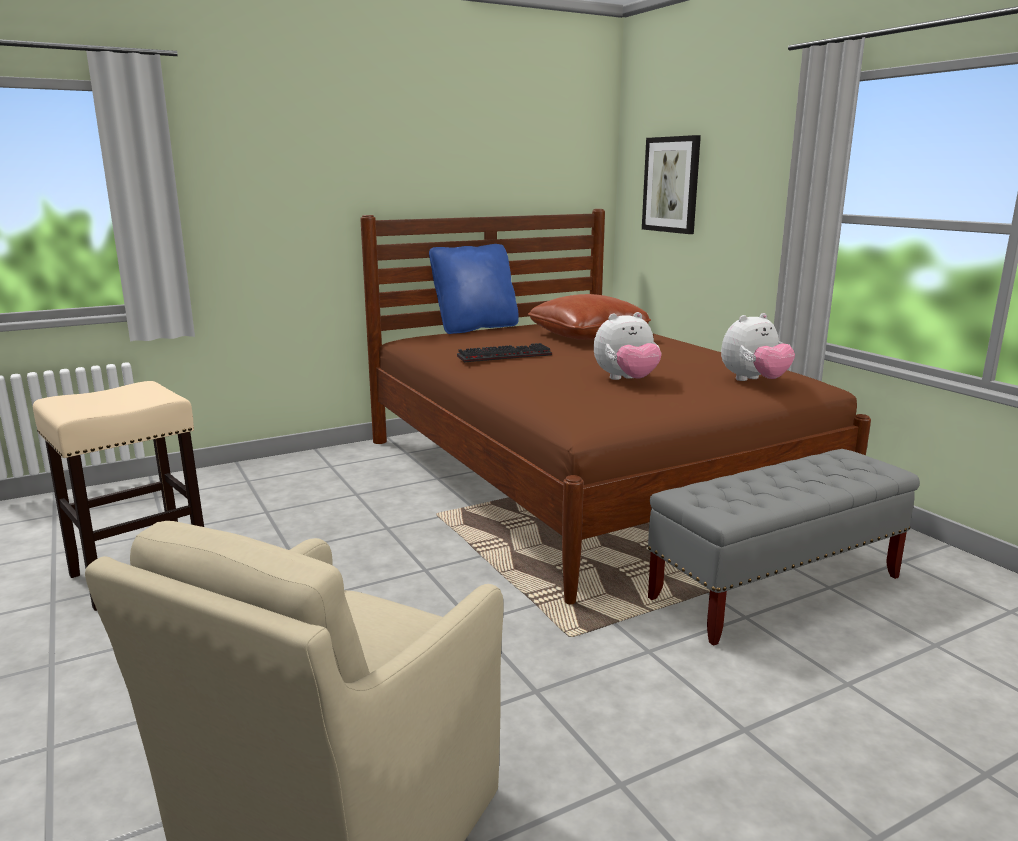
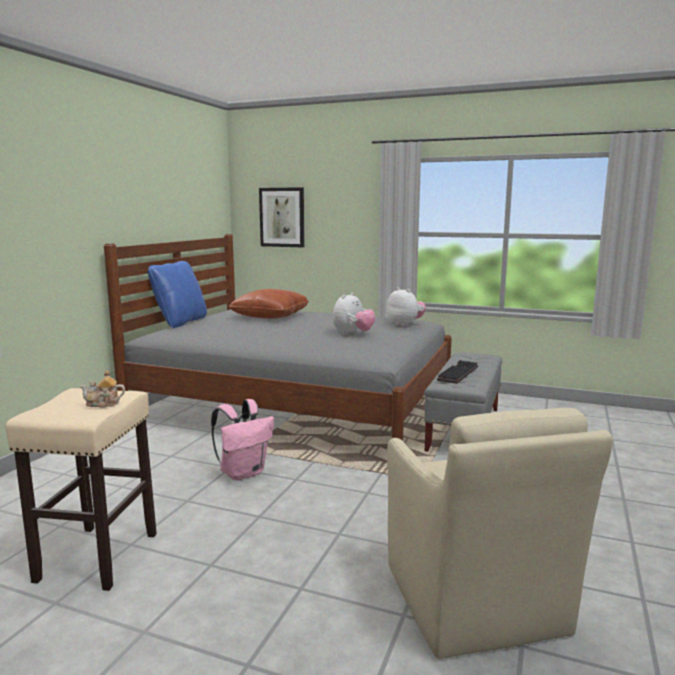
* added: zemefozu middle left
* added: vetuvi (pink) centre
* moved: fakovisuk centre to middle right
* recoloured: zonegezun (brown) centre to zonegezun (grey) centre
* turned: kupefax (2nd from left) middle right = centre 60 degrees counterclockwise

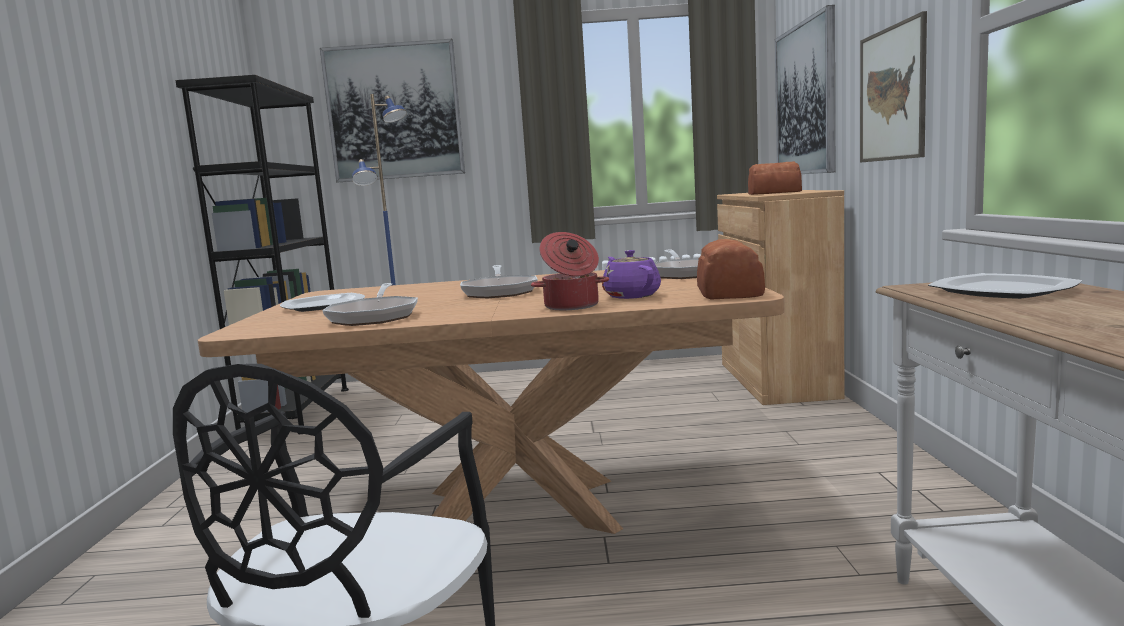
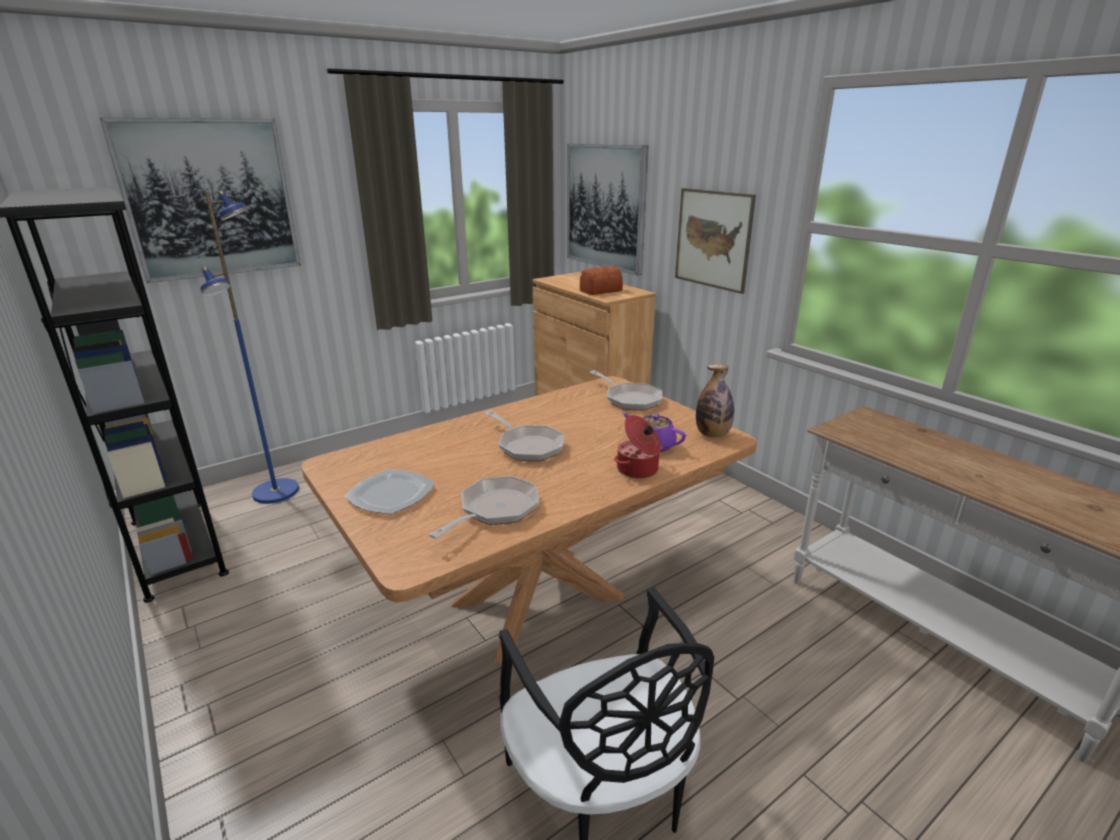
* removed: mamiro (2nd from left) middle right
* replaced: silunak (1st from left) centre to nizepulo centre
* turned: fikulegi (1st from left) middle left = centre 105 degrees counterclockwise

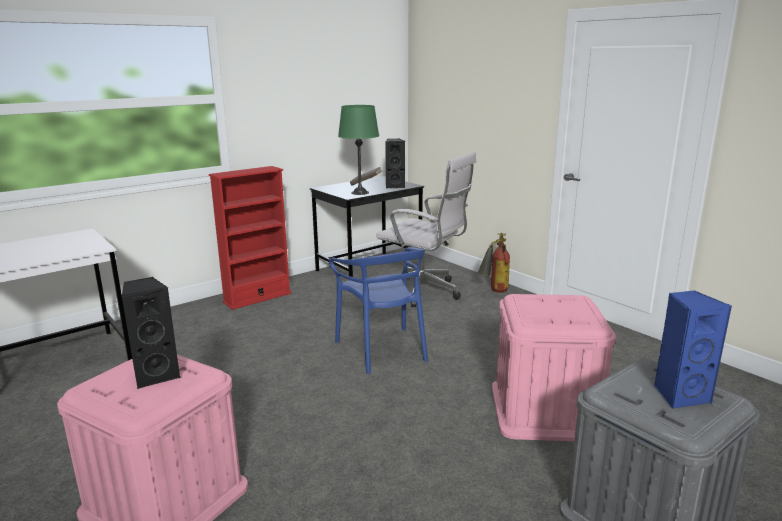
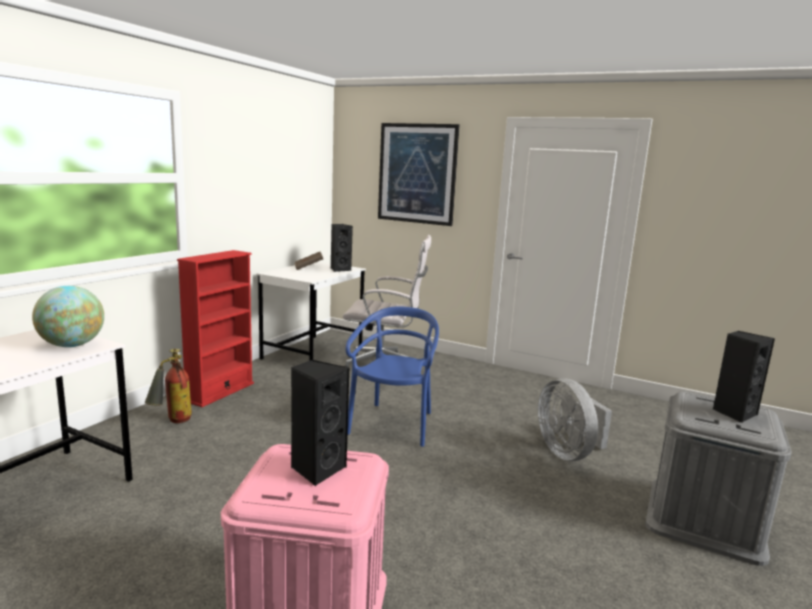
* removed: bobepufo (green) top centre
* added: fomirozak middle left
* added: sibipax top centre
* moved: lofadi centre to middle left
* replaced: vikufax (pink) (2nd from left) bottom right to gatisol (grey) bottom right
* recoloured: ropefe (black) centre to ropefe (white) (2nd from left) centre
* recoloured: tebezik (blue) bottom right to tebezik (black) (3rd from left) middle right
* turned: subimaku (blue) centre = centre 120 degrees counterclockwise

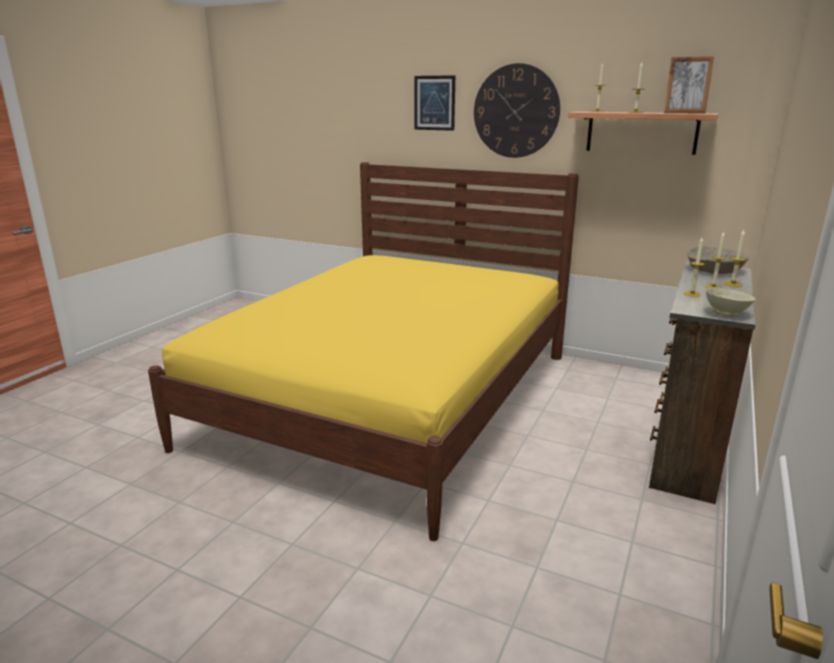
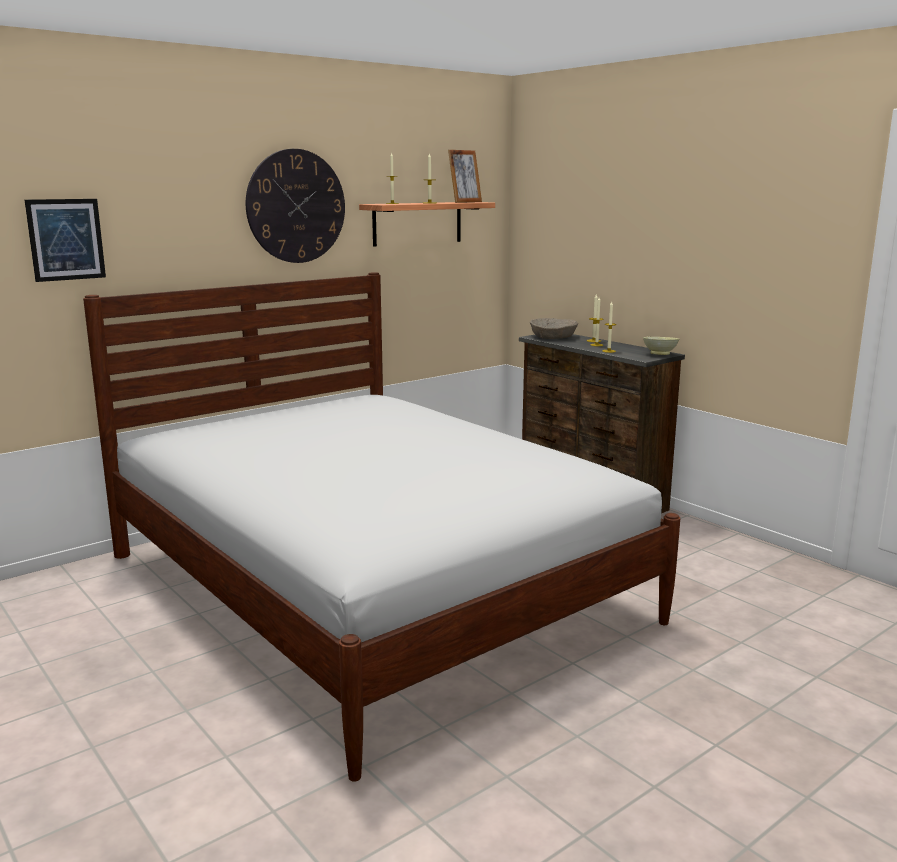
* moved: sibipax top centre to top left
* recoloured: zonegezun (yellow) centre to zonegezun (white) centre

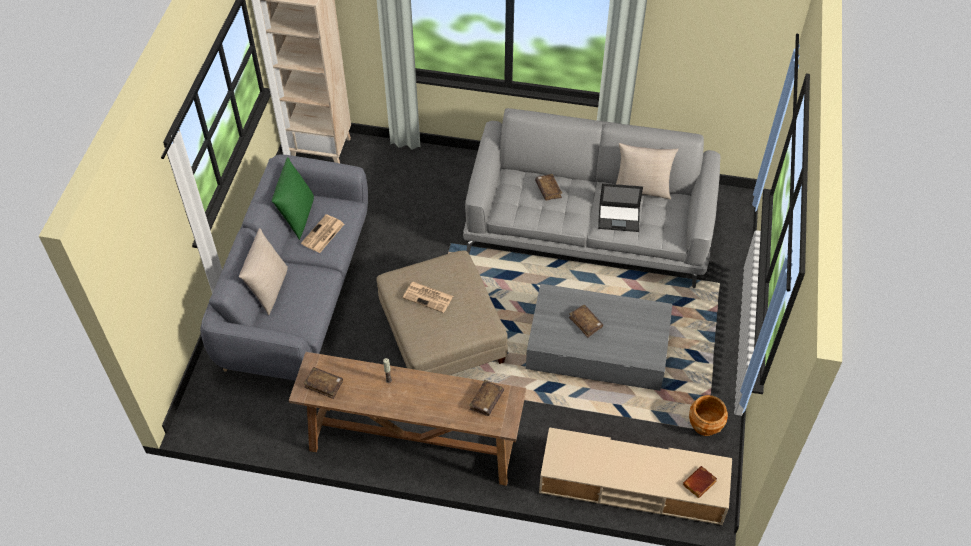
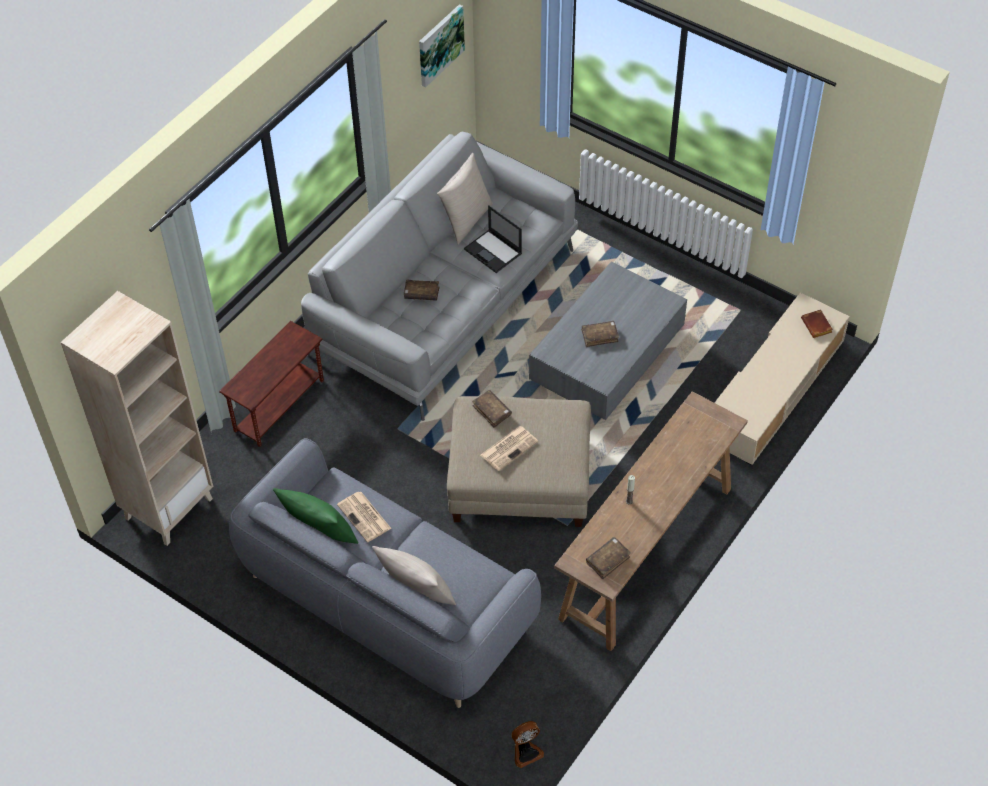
* removed: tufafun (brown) bottom right
* added: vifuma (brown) middle left
* added: sibipax top centre
* added: gatisol bottom centre
* moved: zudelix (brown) (2nd from left) bottom centre to centre
* turned: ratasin centre = top centre 105 degrees clockwise

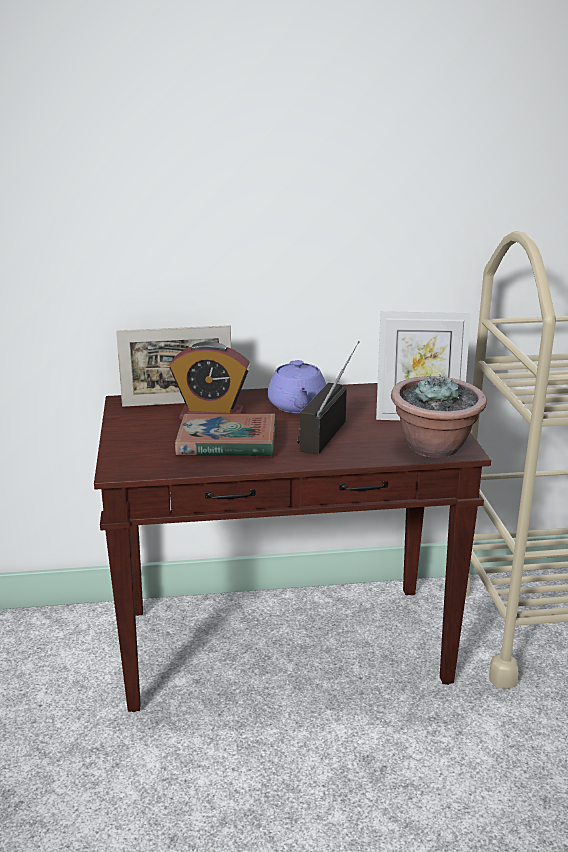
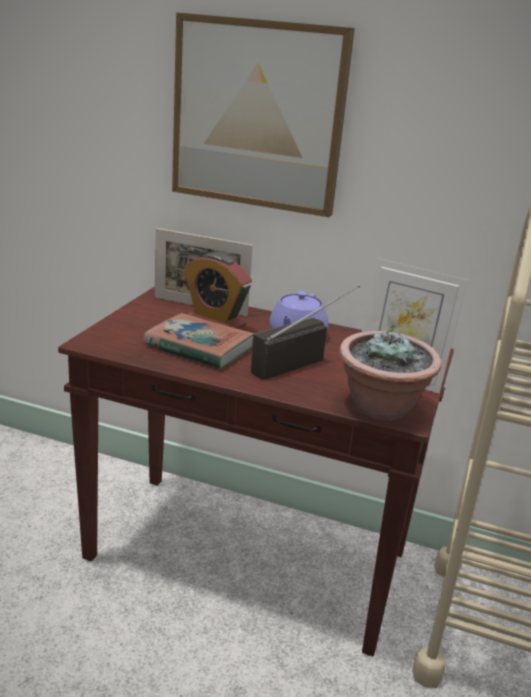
* added: sibipax top centre

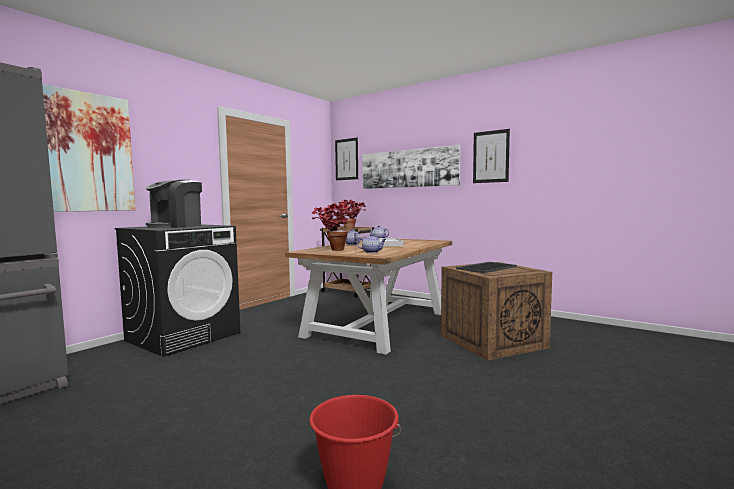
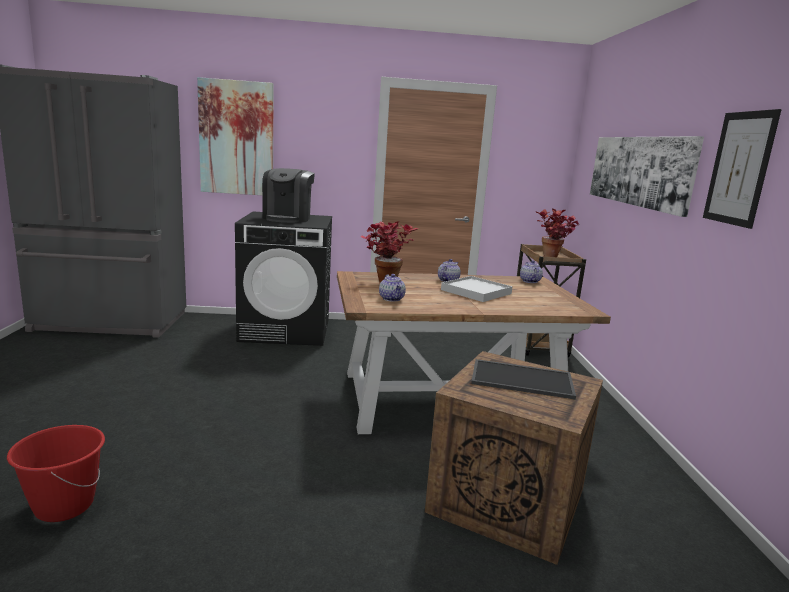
* removed: sibipax (2nd from left) top centre
* turned: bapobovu middle left = top centre 75 degrees counterclockwise

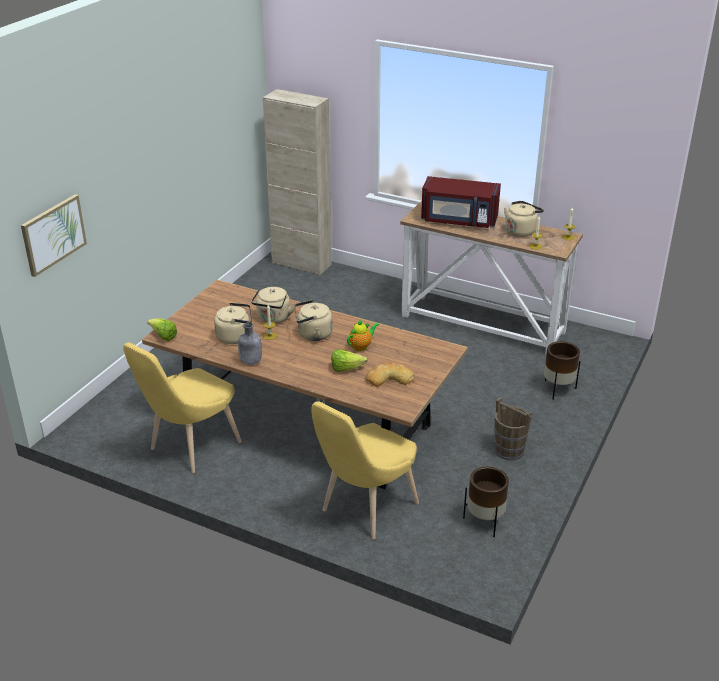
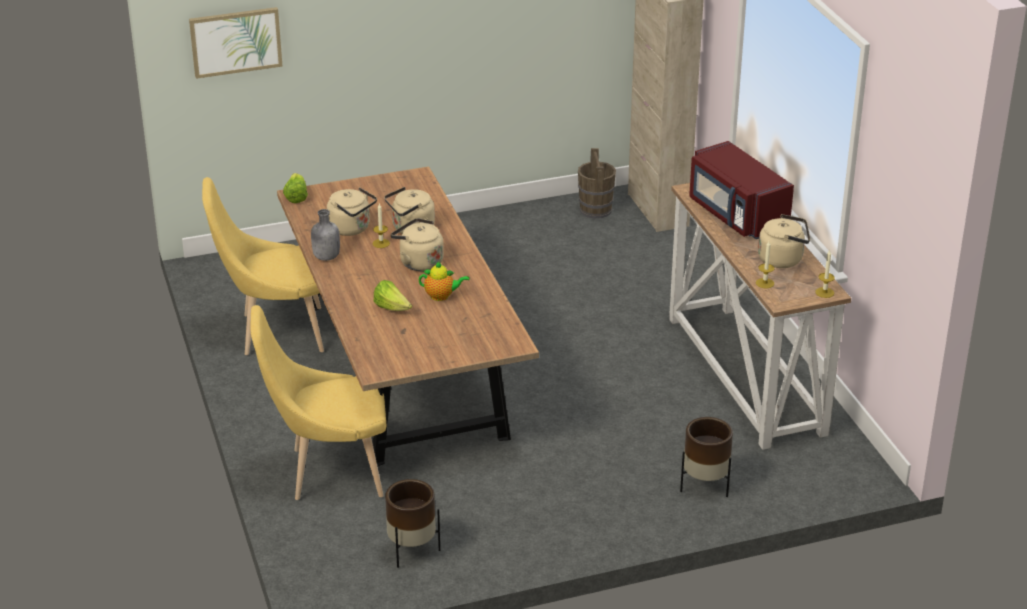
* removed: silunak centre
* moved: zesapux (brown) middle right to top centre

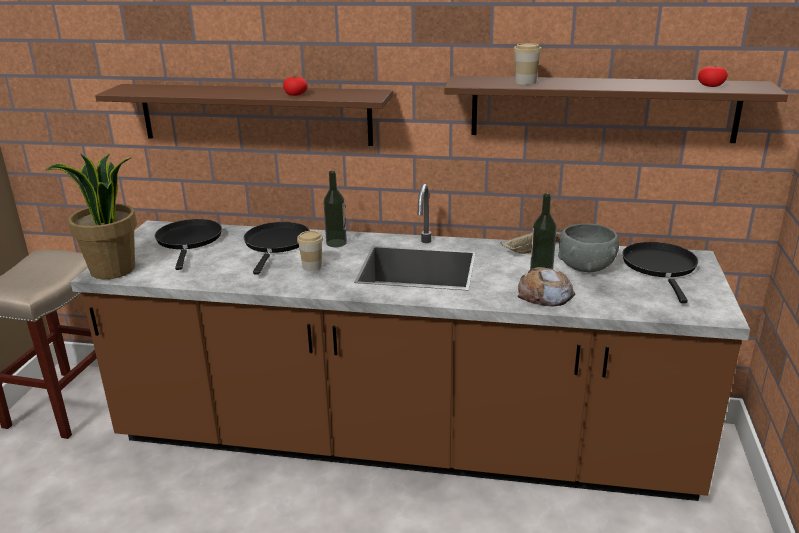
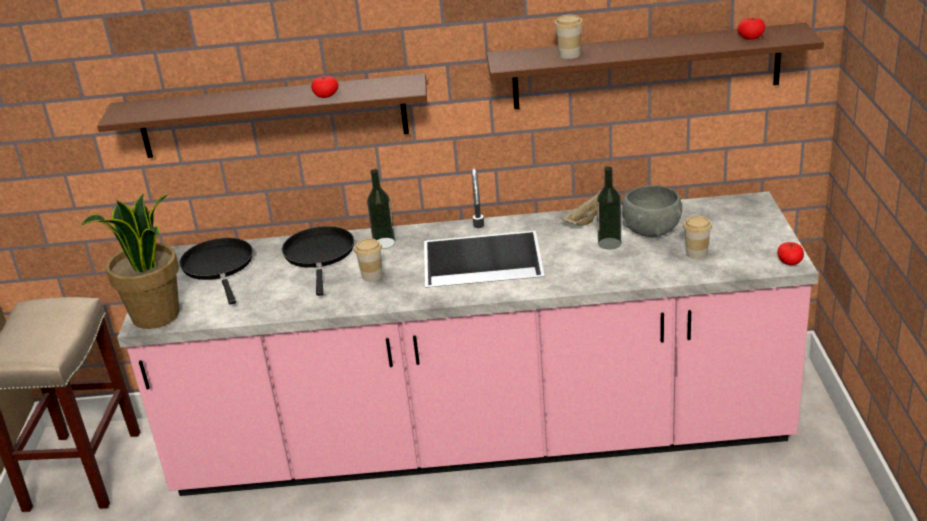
* removed: silunak middle right
* removed: fikulegi (black) (3rd from left) middle right
* added: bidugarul (3rd from left) middle right
* added: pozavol (3rd from left) middle right
* recoloured: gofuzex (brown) centre to gofuzex (pink) centre

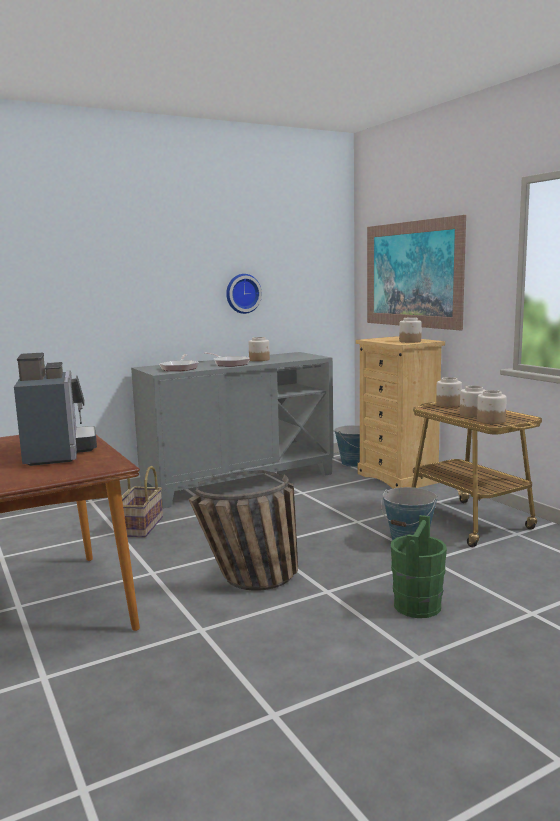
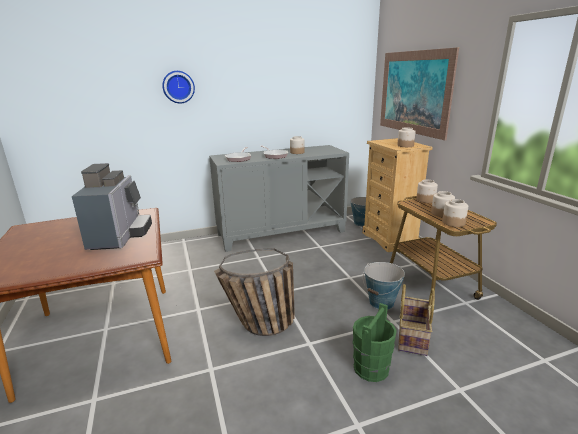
* moved: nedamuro (1st from left in the first image) middle left to nedamuro (2nd from left) bottom right
* moved: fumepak centre to top left

